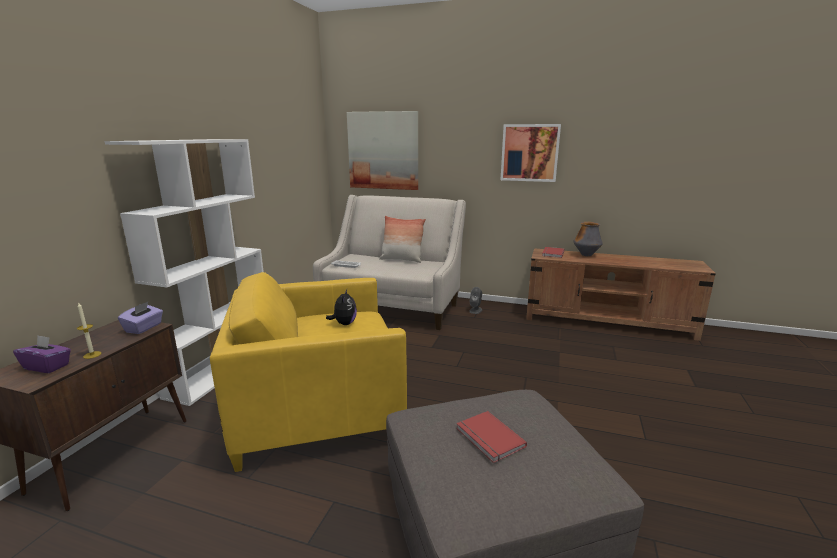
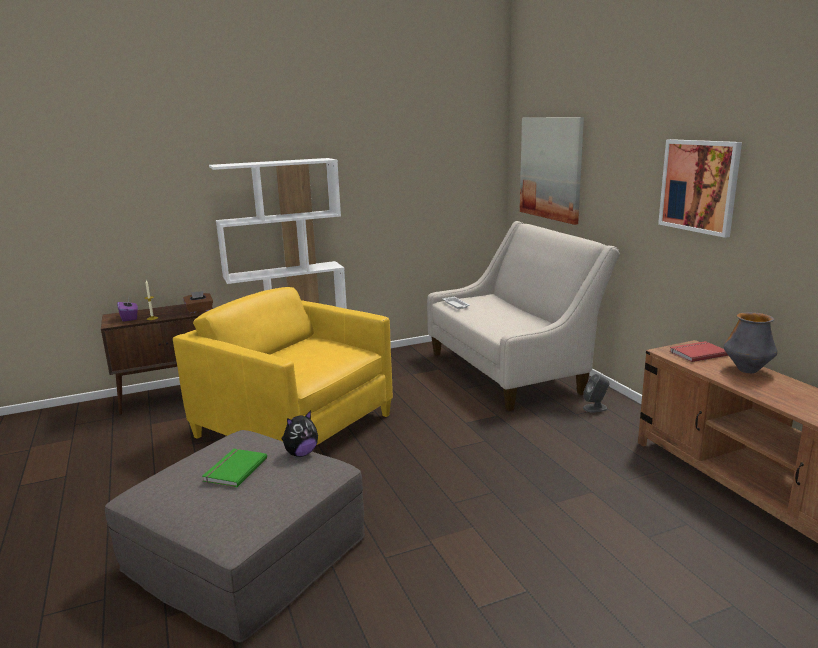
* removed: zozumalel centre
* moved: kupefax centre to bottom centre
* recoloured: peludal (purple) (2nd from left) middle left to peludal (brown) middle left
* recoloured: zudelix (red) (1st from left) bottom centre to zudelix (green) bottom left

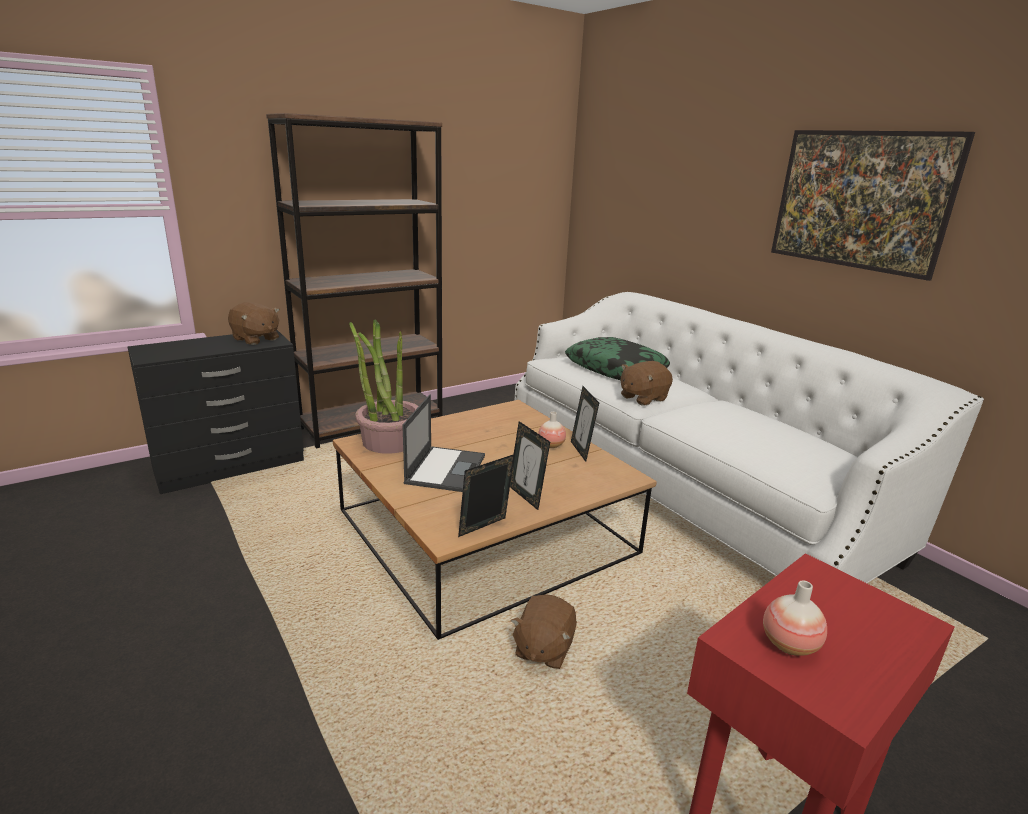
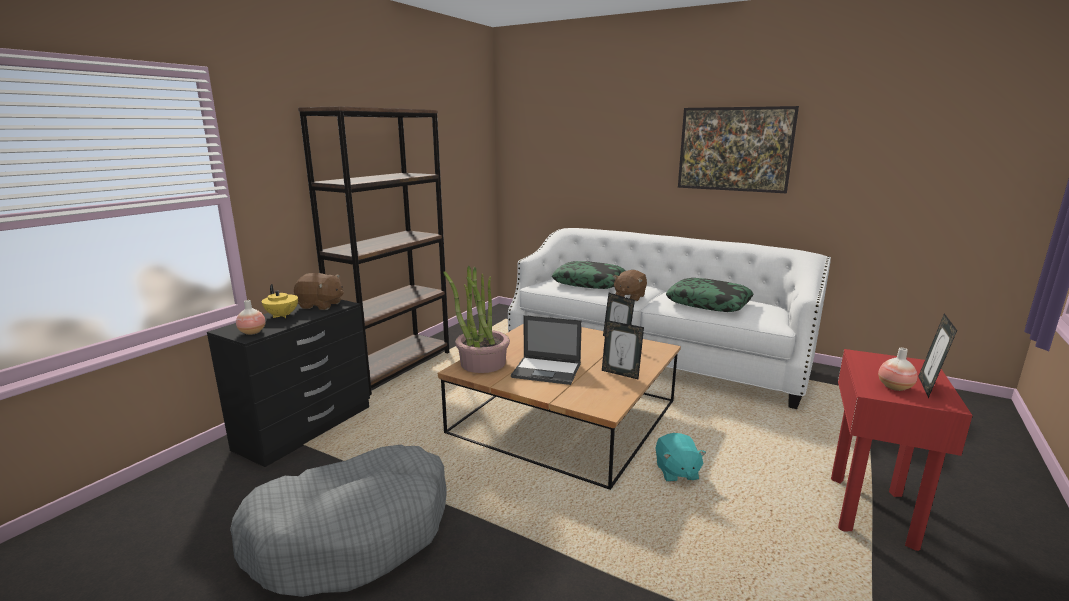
* added: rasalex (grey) bottom left
* added: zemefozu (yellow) middle left
* added: zozumalel (2nd from left) centre
* moved: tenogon (1st from left in the first image) centre to tenogon (3rd from left) middle right
* moved: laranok (1st from left) centre to middle left
* recoloured: kupefax (brown) (2nd from left) bottom centre to kupefax (turquoise) bottom centre
* turned: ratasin centre = centre 120 degrees clockwise

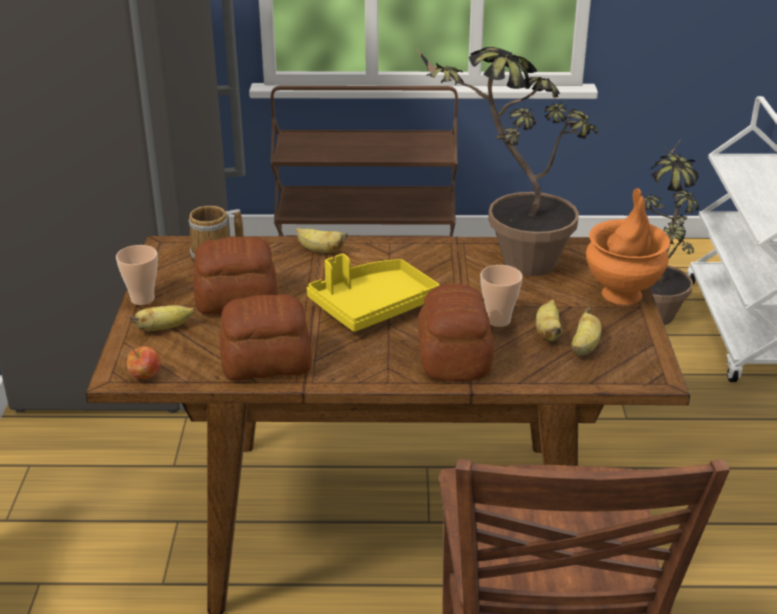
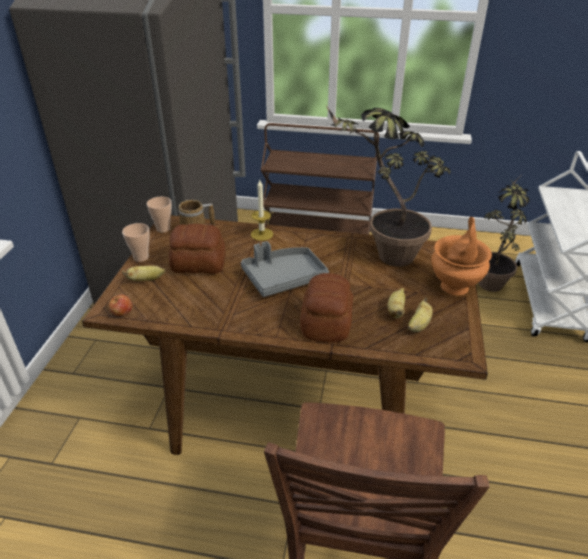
* removed: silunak (2nd from left) centre
* moved: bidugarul (2nd from left) centre to middle left
* replaced: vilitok (2nd from left) centre to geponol centre
* recoloured: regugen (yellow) centre to regugen (grey) centre

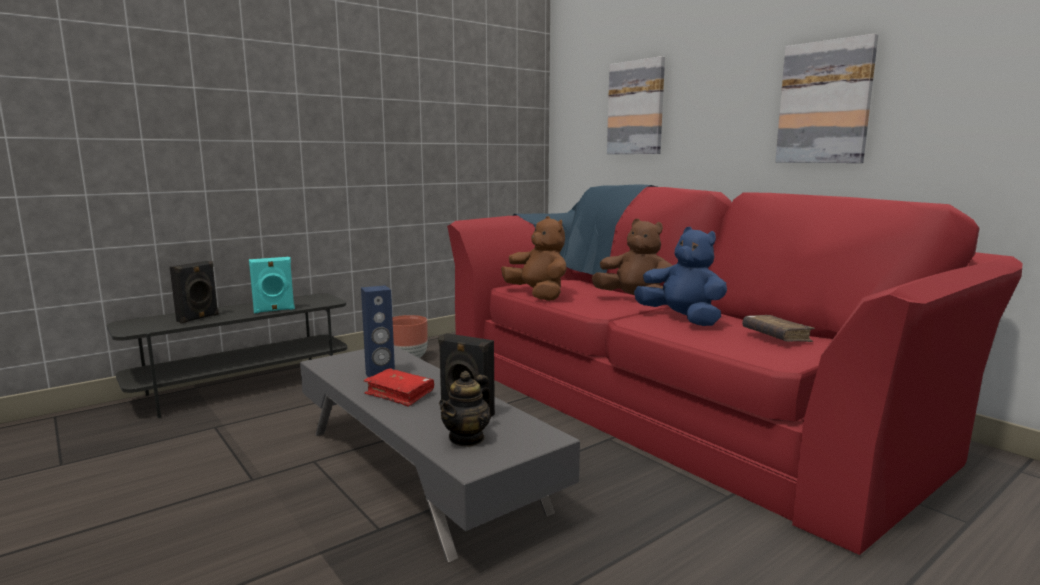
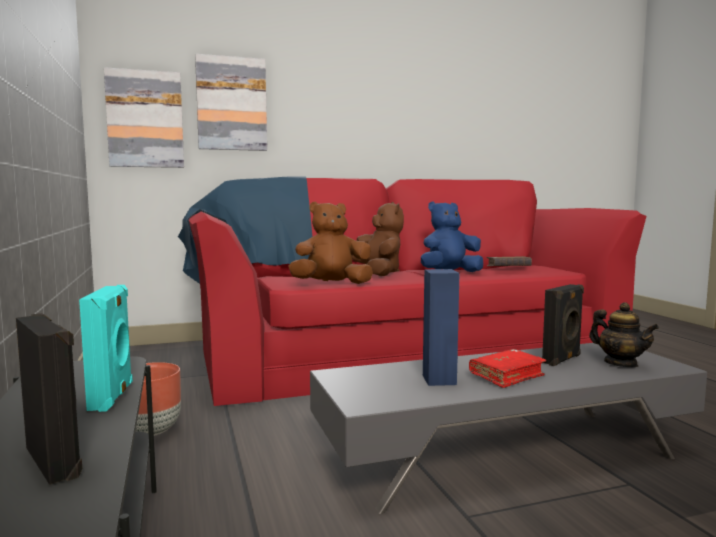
* moved: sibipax (2nd from left in the first image) top right to sibipax (1st from left) top left
* turned: kupefax (brown) (2nd from left) centre = centre 105 degrees clockwise

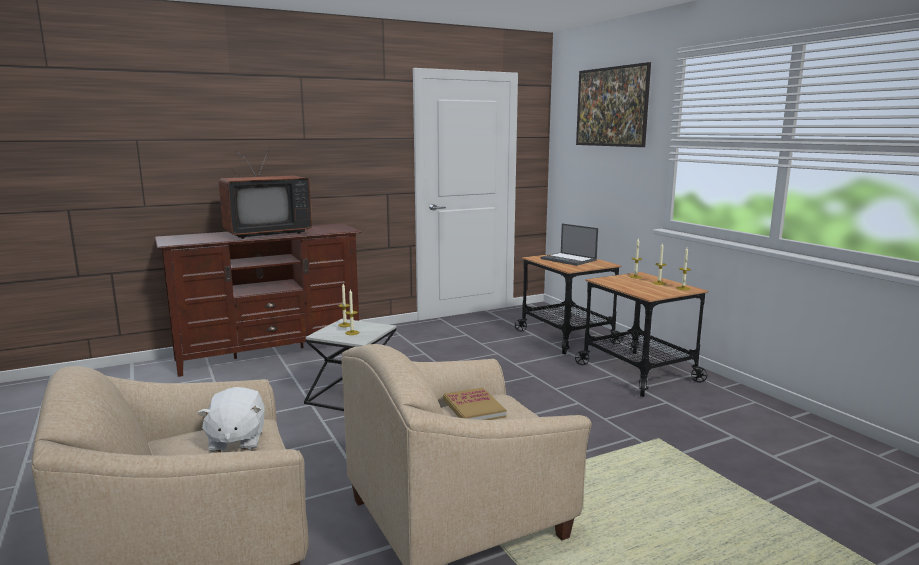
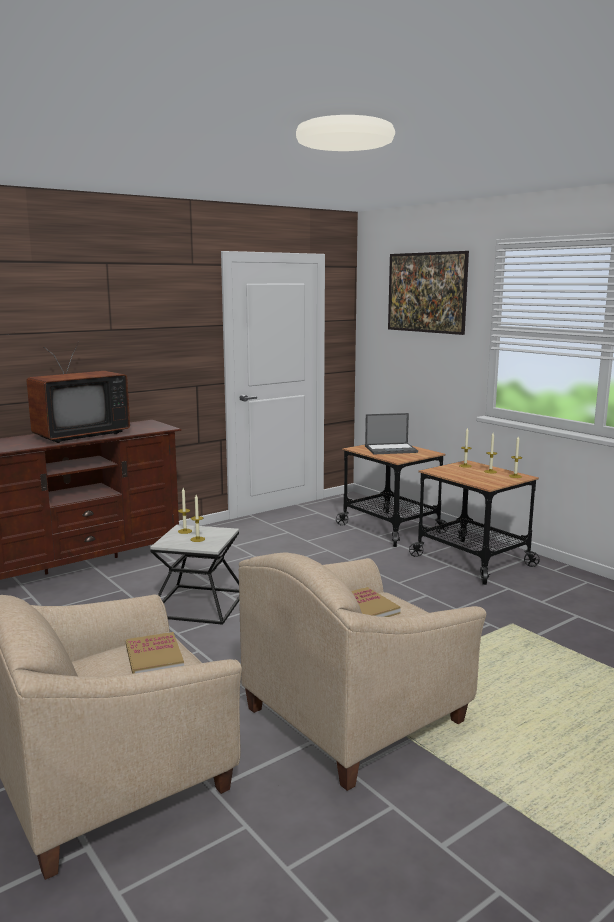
* replaced: kupefax (white) bottom left to zudelix (1st from left) bottom left
* turned: ratasin centre = centre 45 degrees counterclockwise

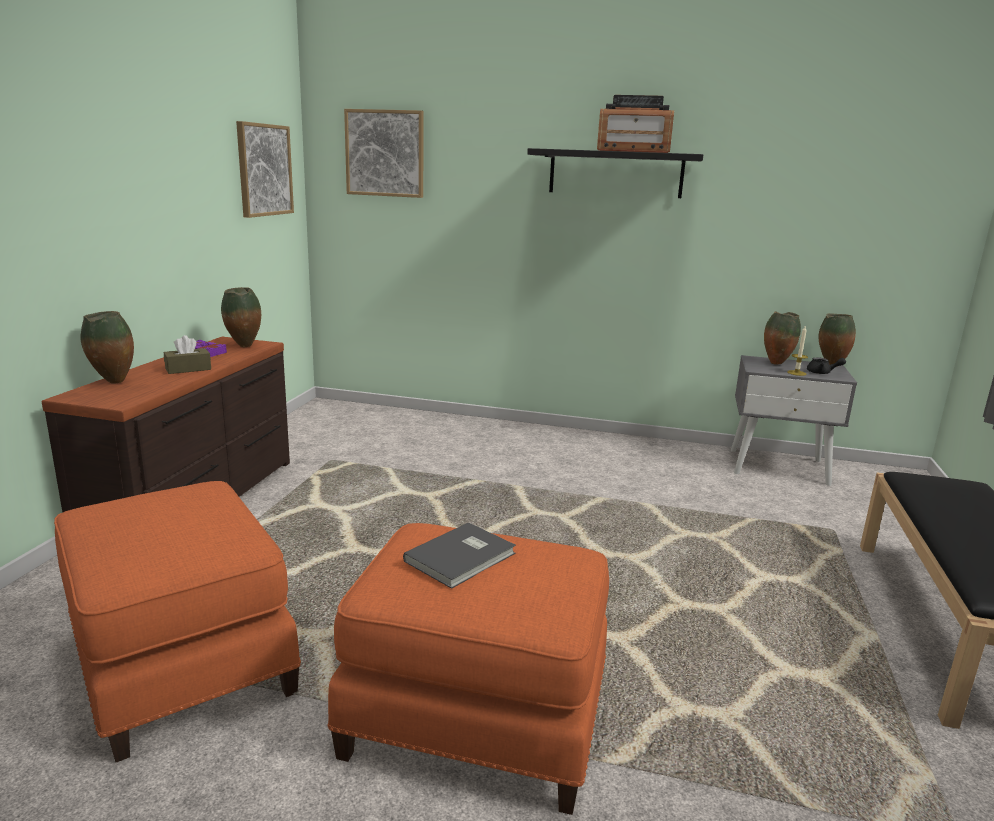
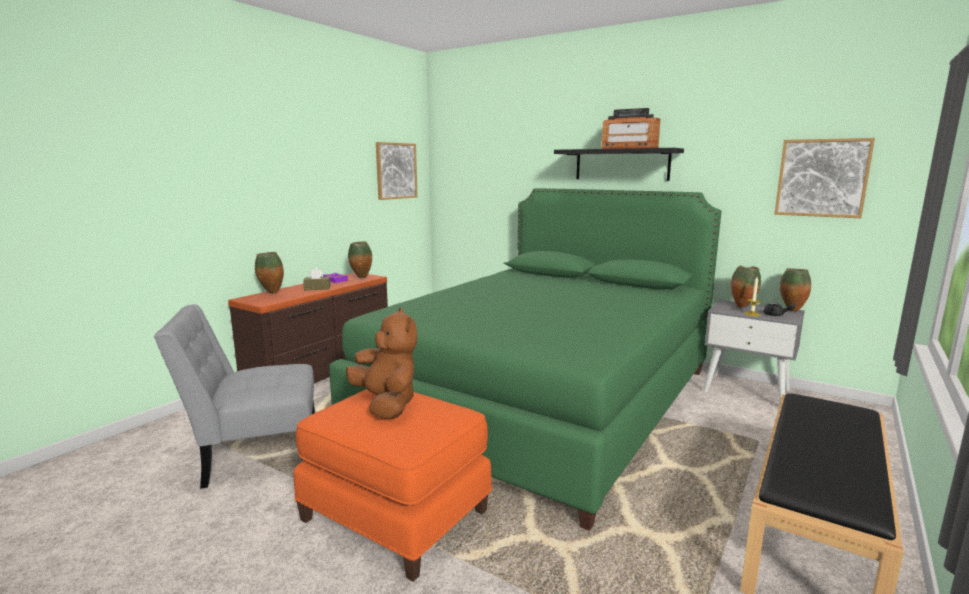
* added: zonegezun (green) centre
* moved: sibipax (2nd from left) top centre to top right
* replaced: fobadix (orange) (1st from left) bottom left to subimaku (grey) bottom left
* replaced: zudelix (grey) bottom centre to kupefax (brown) centre

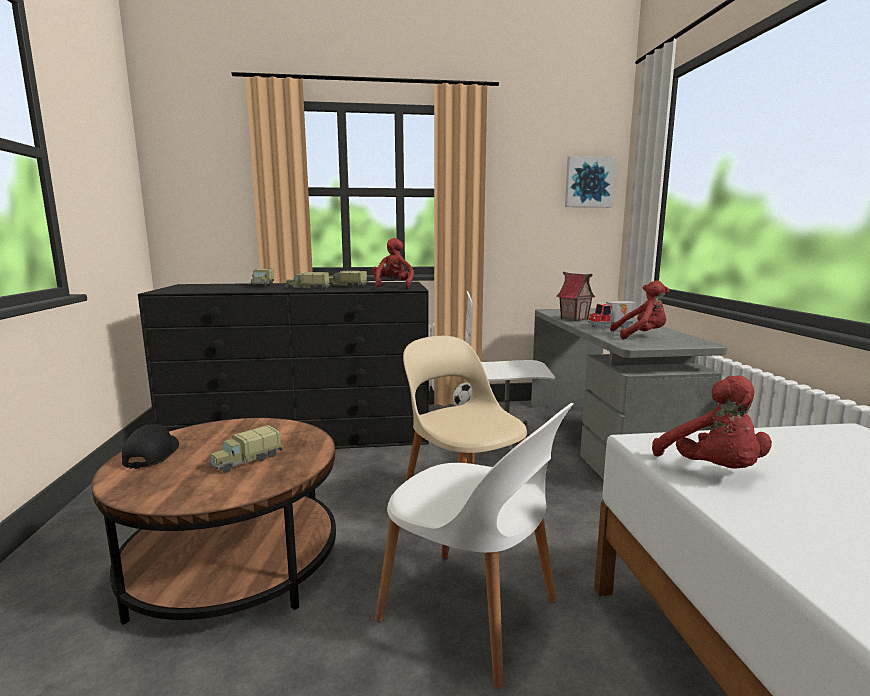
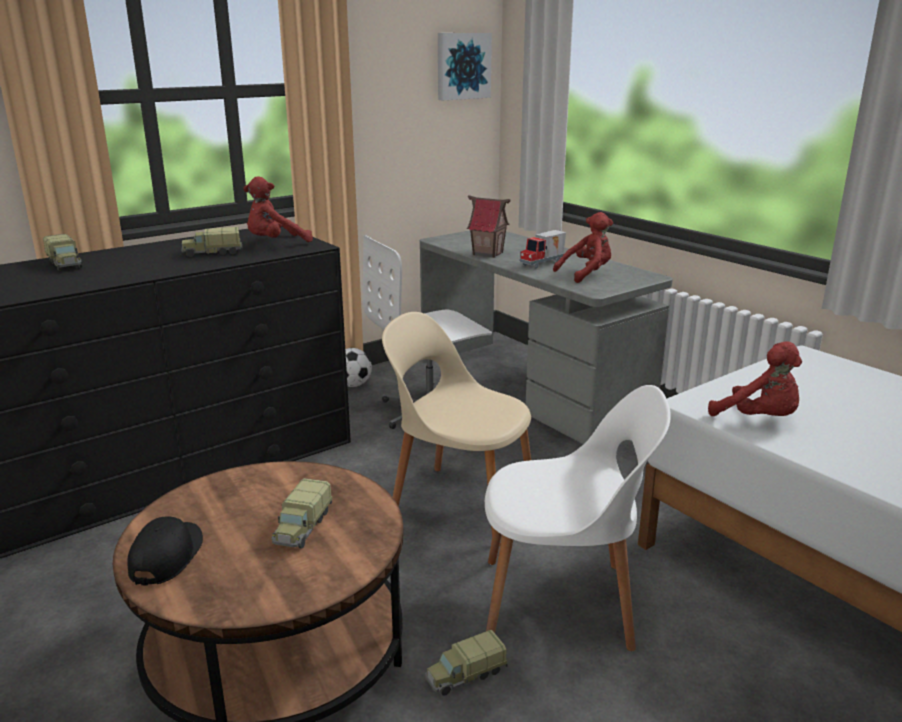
* moved: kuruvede (3rd from left in the first image) centre to kuruvede (4th from left) bottom centre
* turned: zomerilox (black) middle left = bottom left 45 degrees clockwise
* turned: kupefax (red) (1st from left) centre = top left 90 degrees counterclockwise

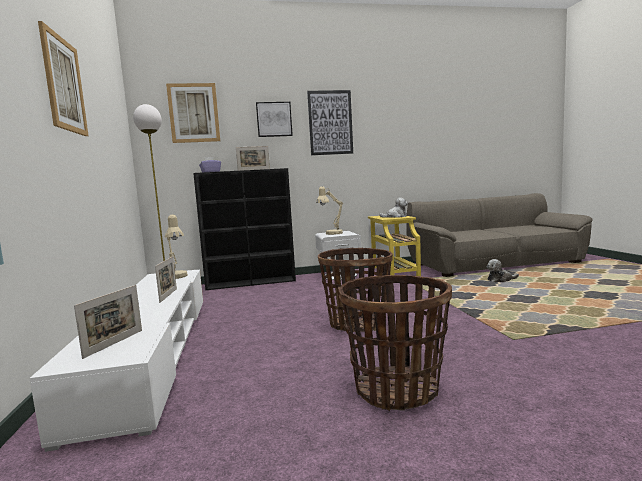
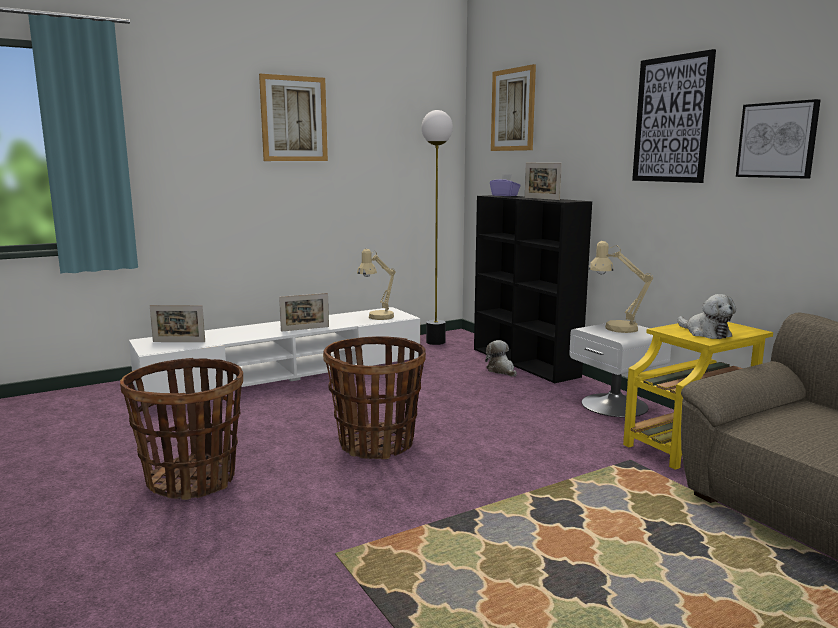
* moved: sibipax (3rd from left in the first image) top centre to sibipax (4th from left) top right
* moved: kupefax (2nd from left in the first image) middle right to kupefax (1st from left) centre

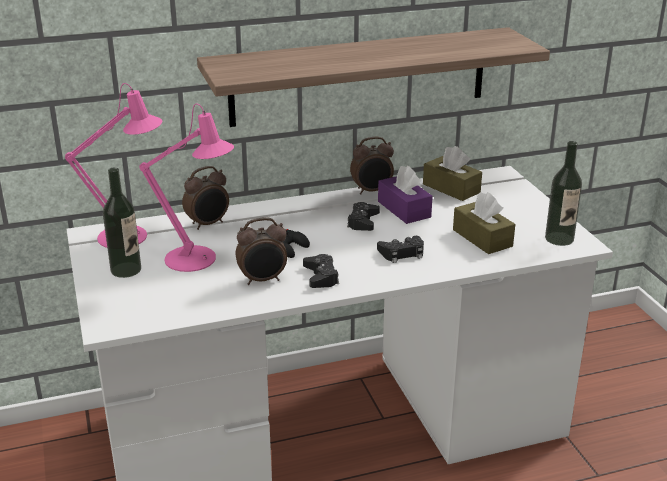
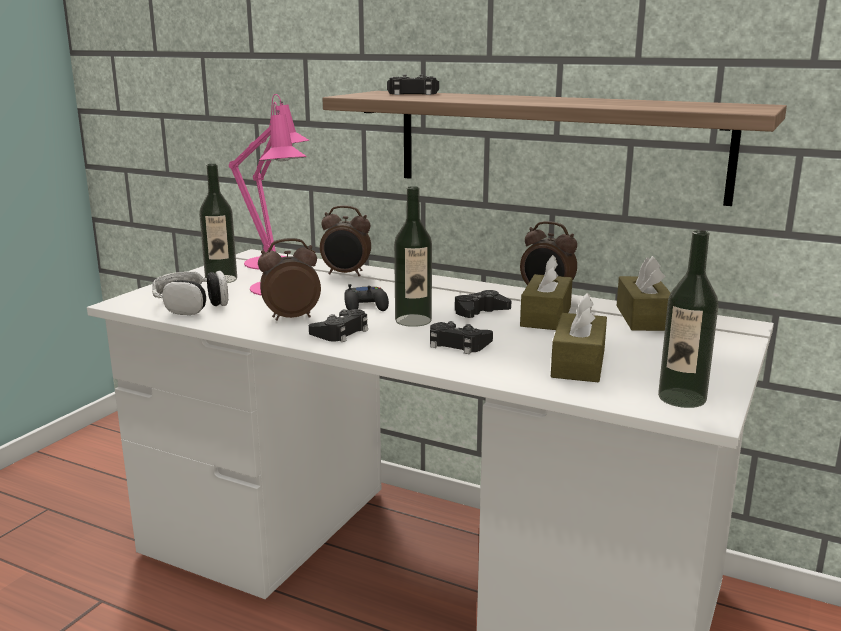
* added: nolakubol middle left
* added: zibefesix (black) (3rd from left) top centre
* added: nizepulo (2nd from left) centre
* recoloured: peludal (purple) centre to peludal (brown) (1st from left) centre
* turned: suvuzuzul (2nd from left in the first image) centre = centre 135 degrees clockwise

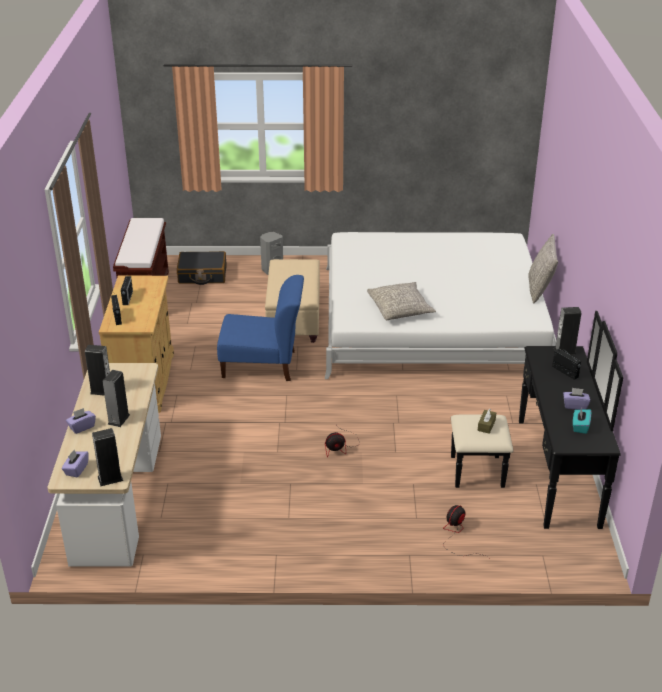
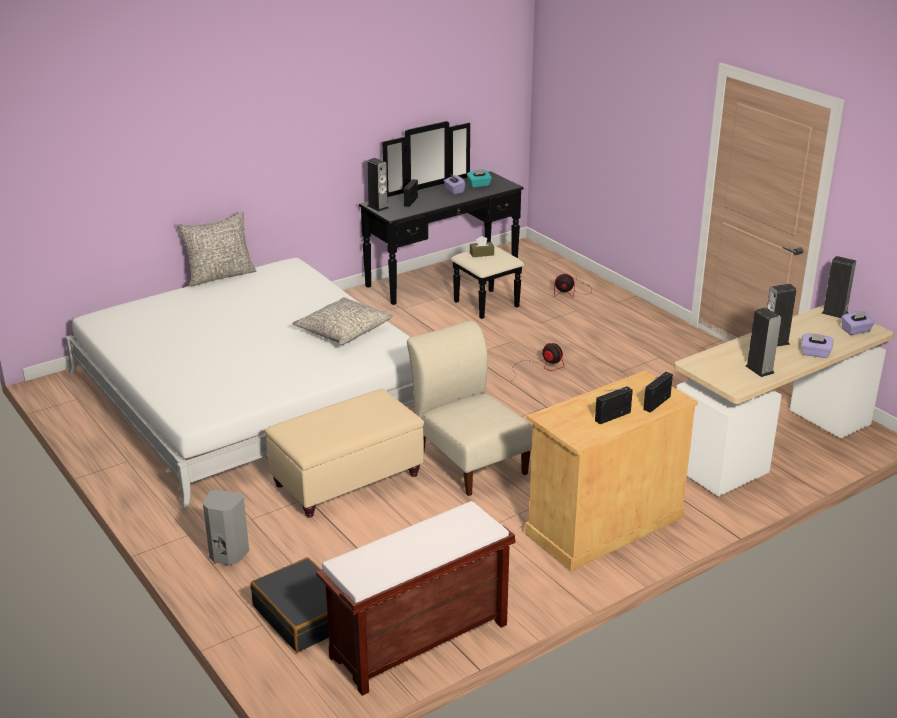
* recoloured: subimaku (blue) centre to subimaku (beige) centre

